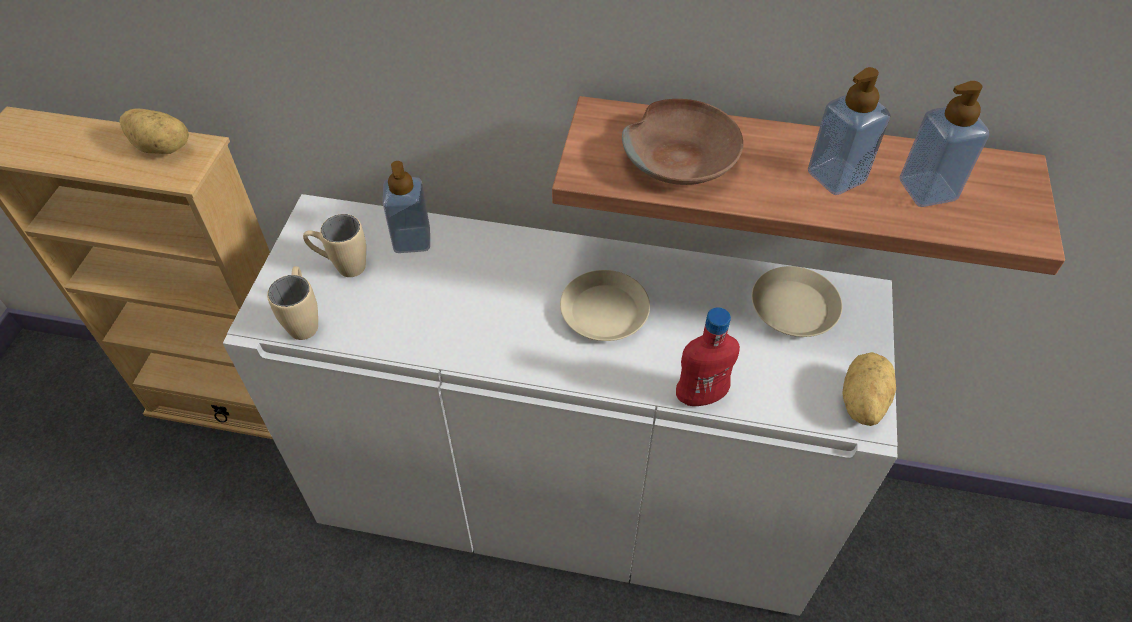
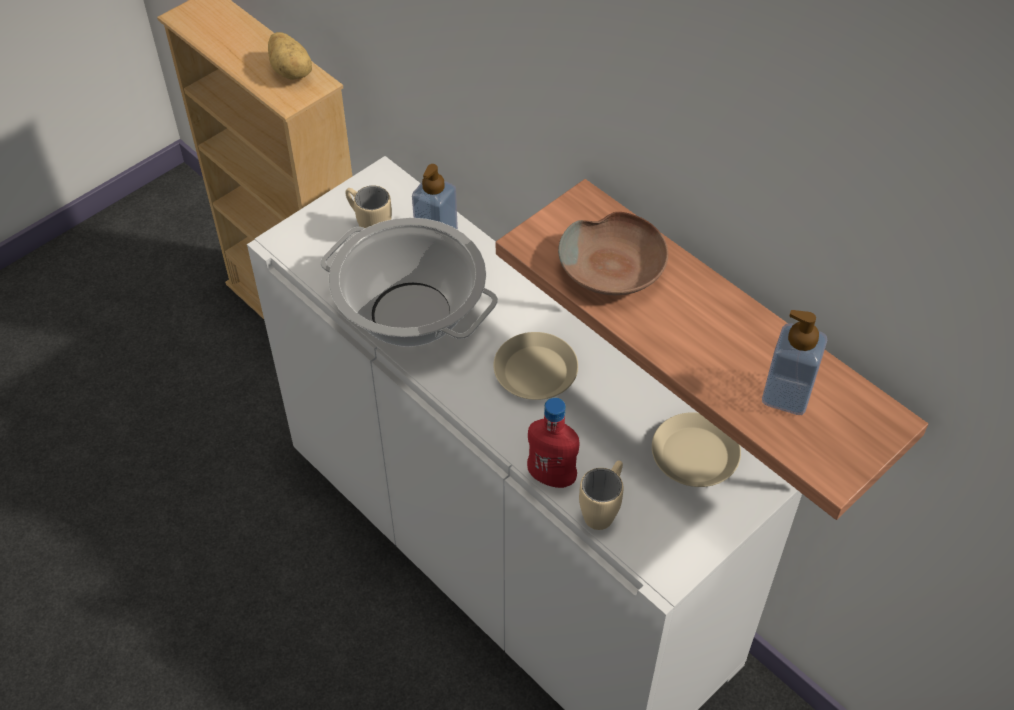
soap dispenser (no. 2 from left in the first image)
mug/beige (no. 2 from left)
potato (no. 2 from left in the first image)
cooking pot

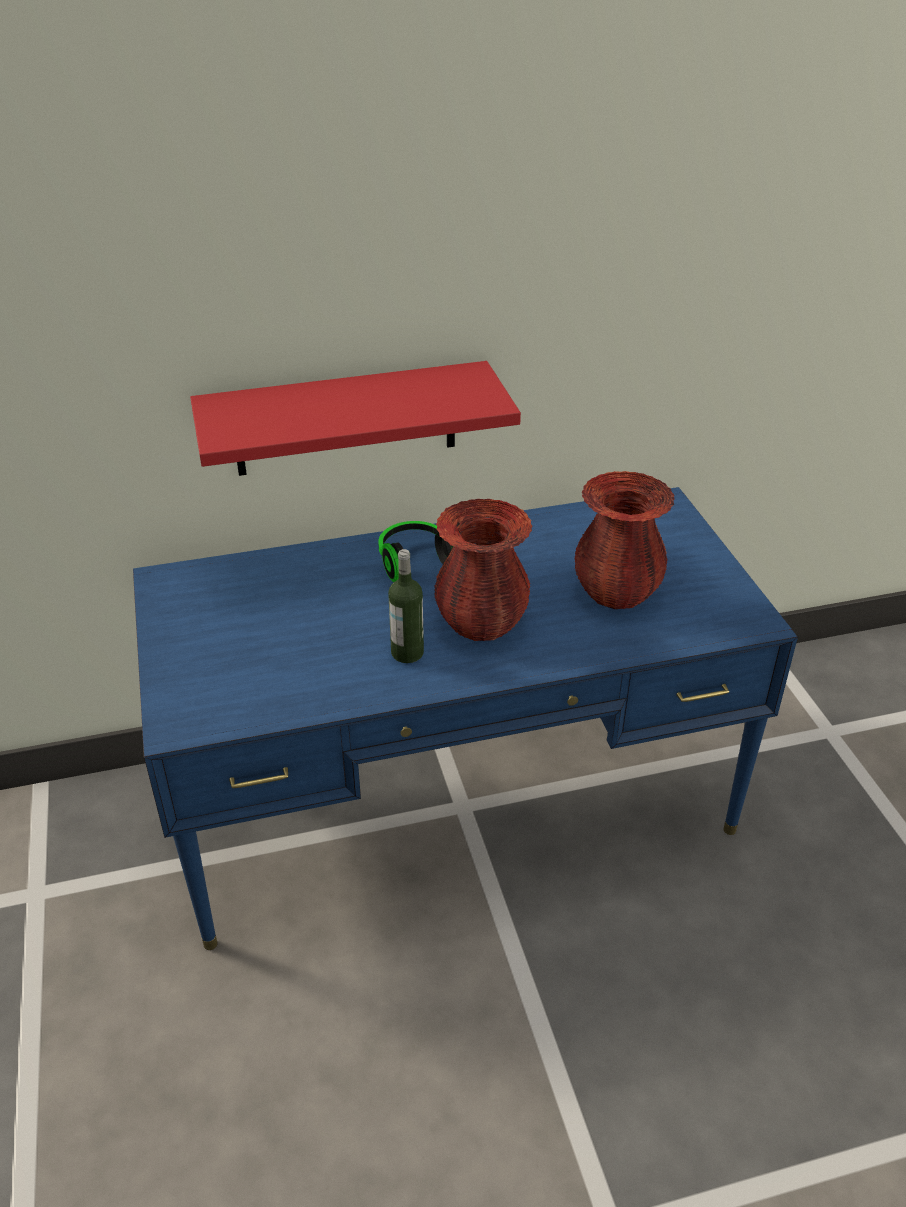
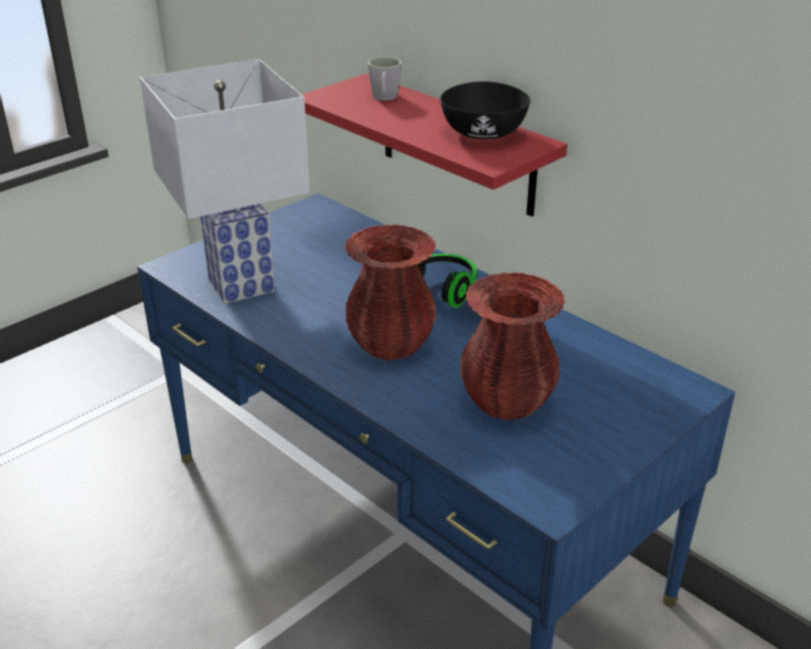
bottle
mug/grey
table lamp/white
bowl/black

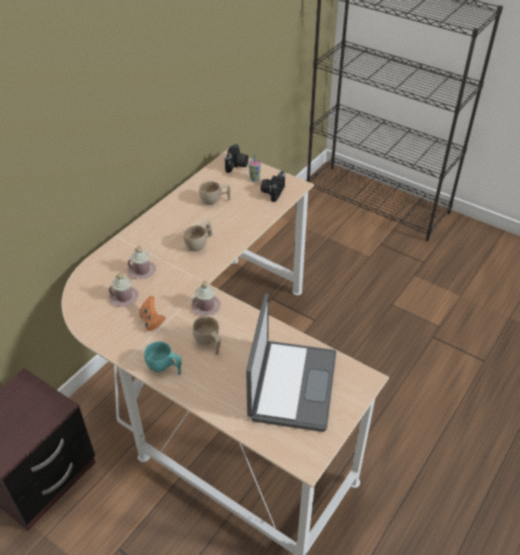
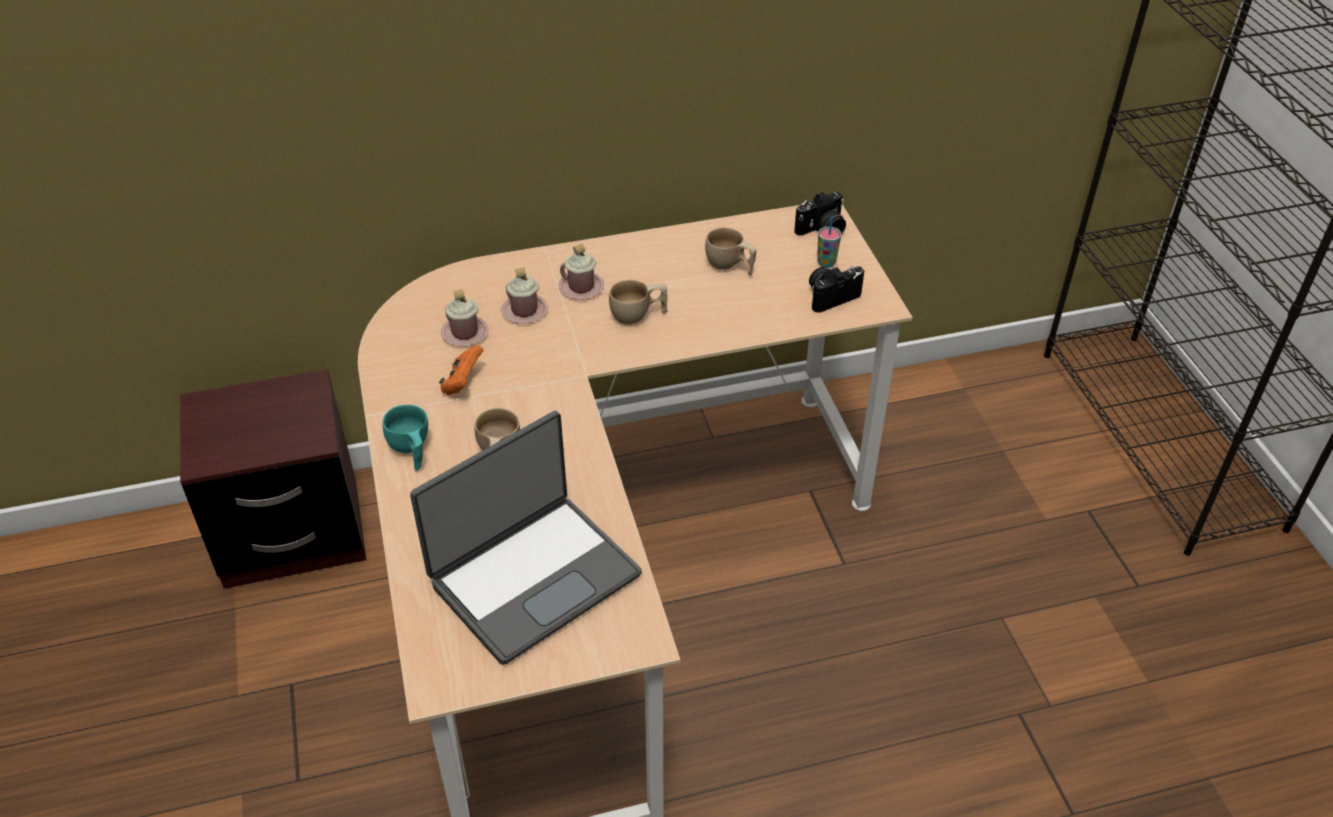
mug/pink (no. 3 from left)

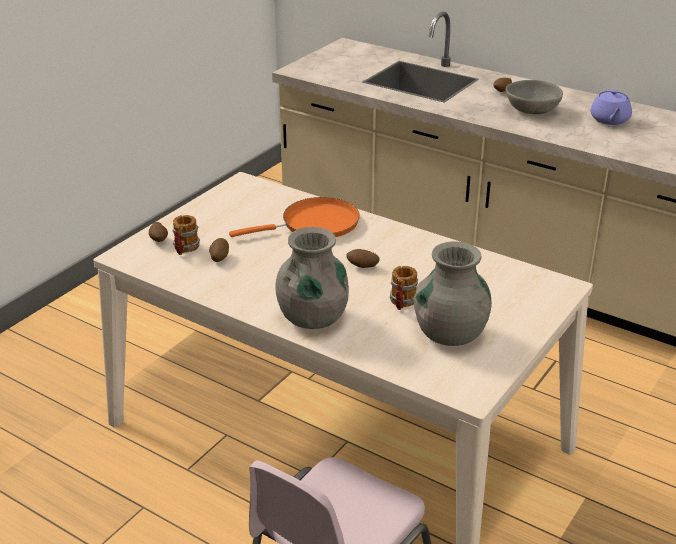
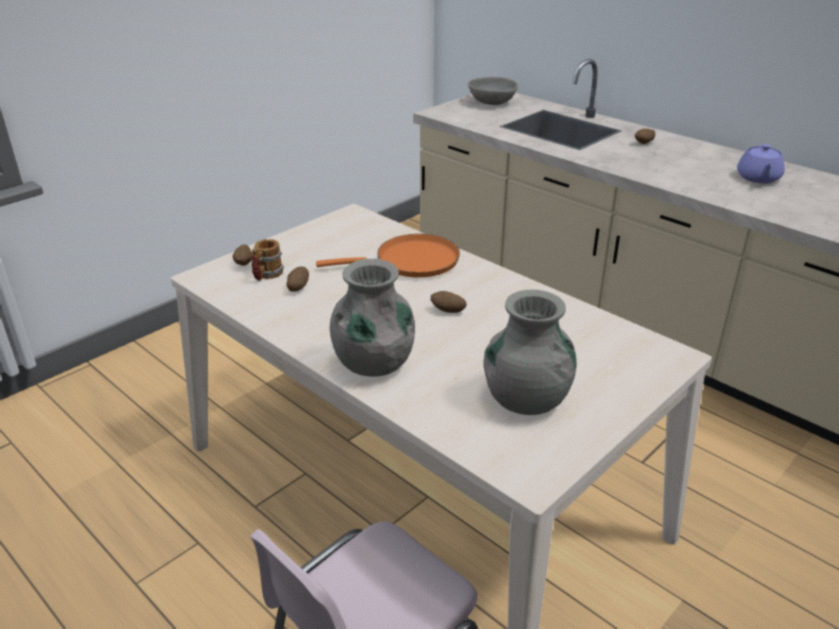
bowl/grey
mug (no. 2 from left in the first image)

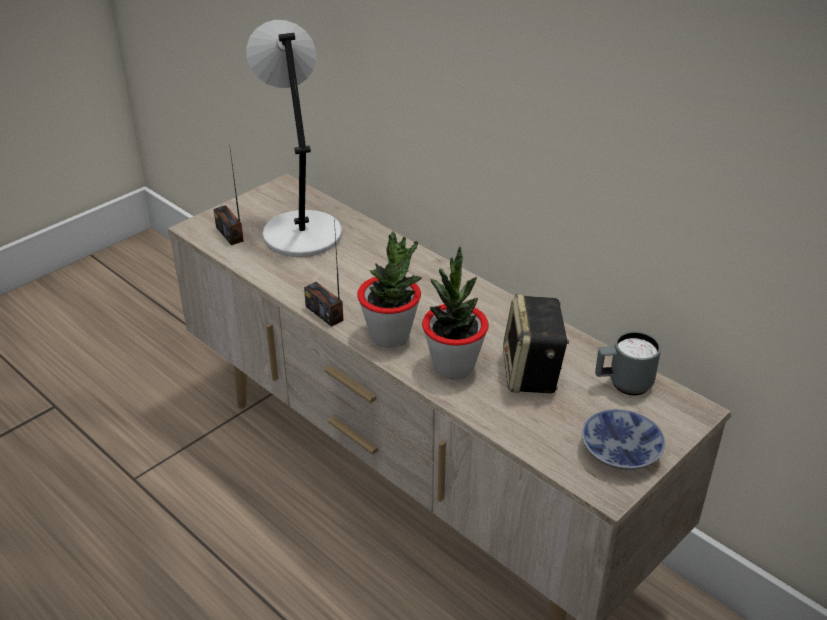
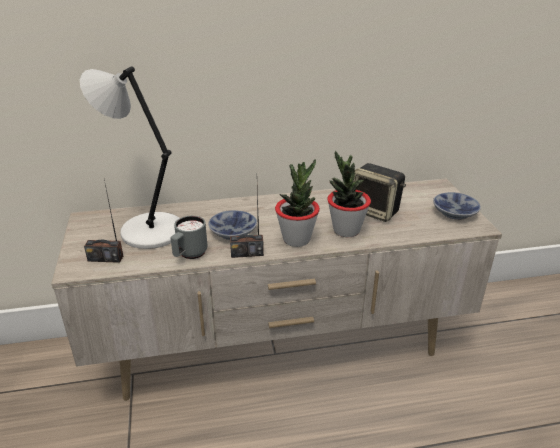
mug/grey
bowl (no. 1 from left)

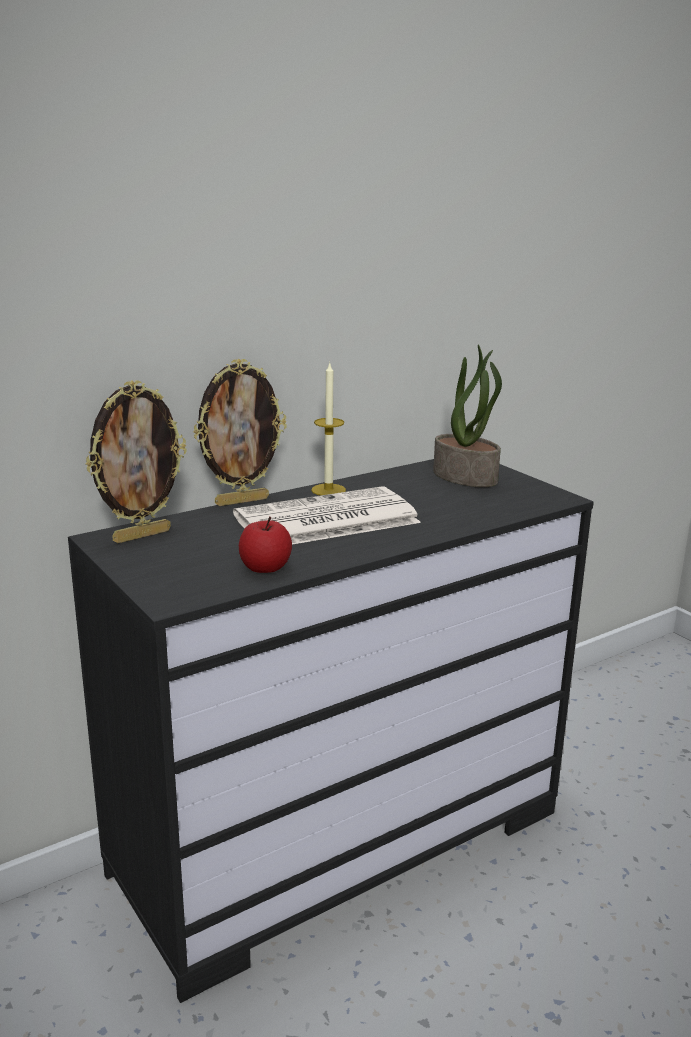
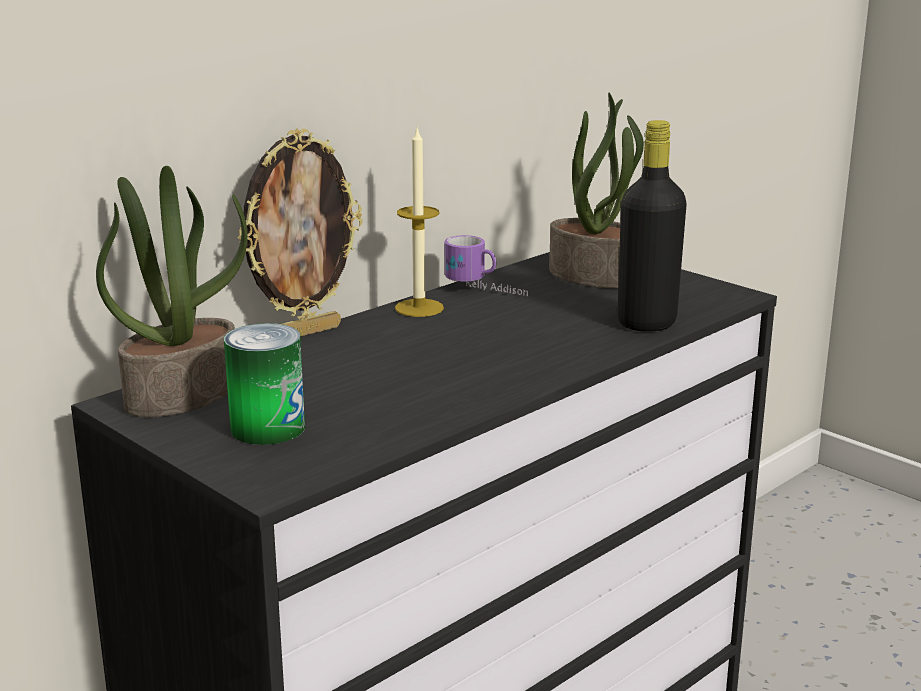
potted plant (no. 1 from left)
newspaper
apple
bottle/black
mug
can

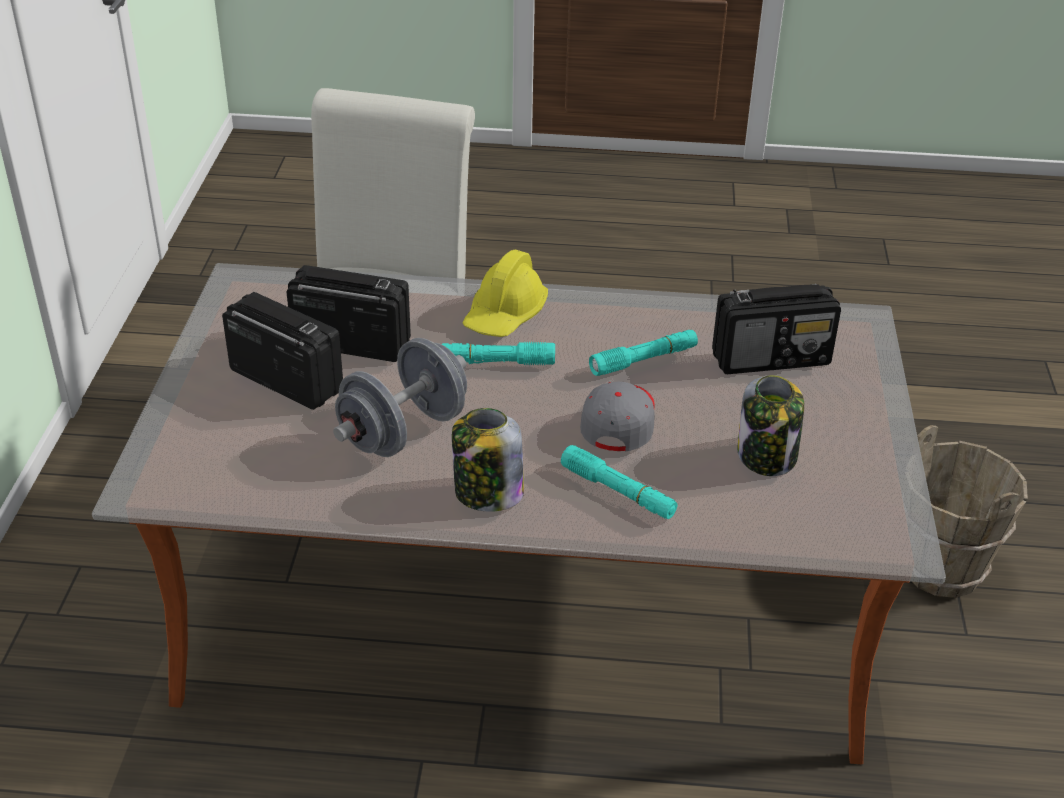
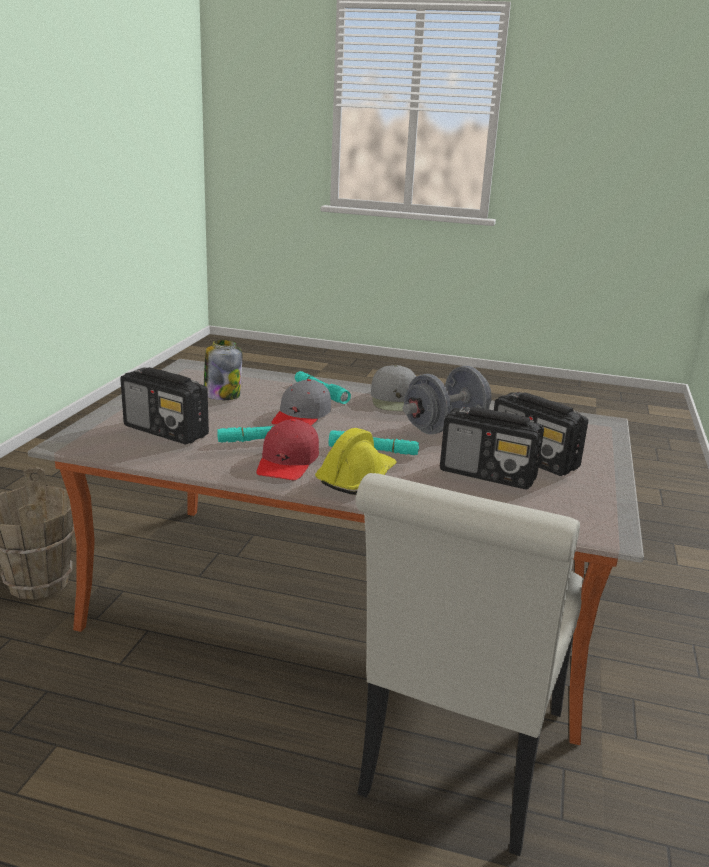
radio (no. 1 from left)
cap/grey (no. 2 from left)
cap/red

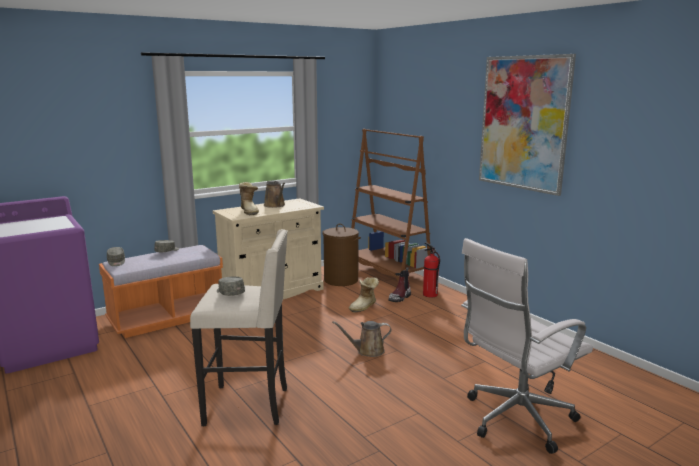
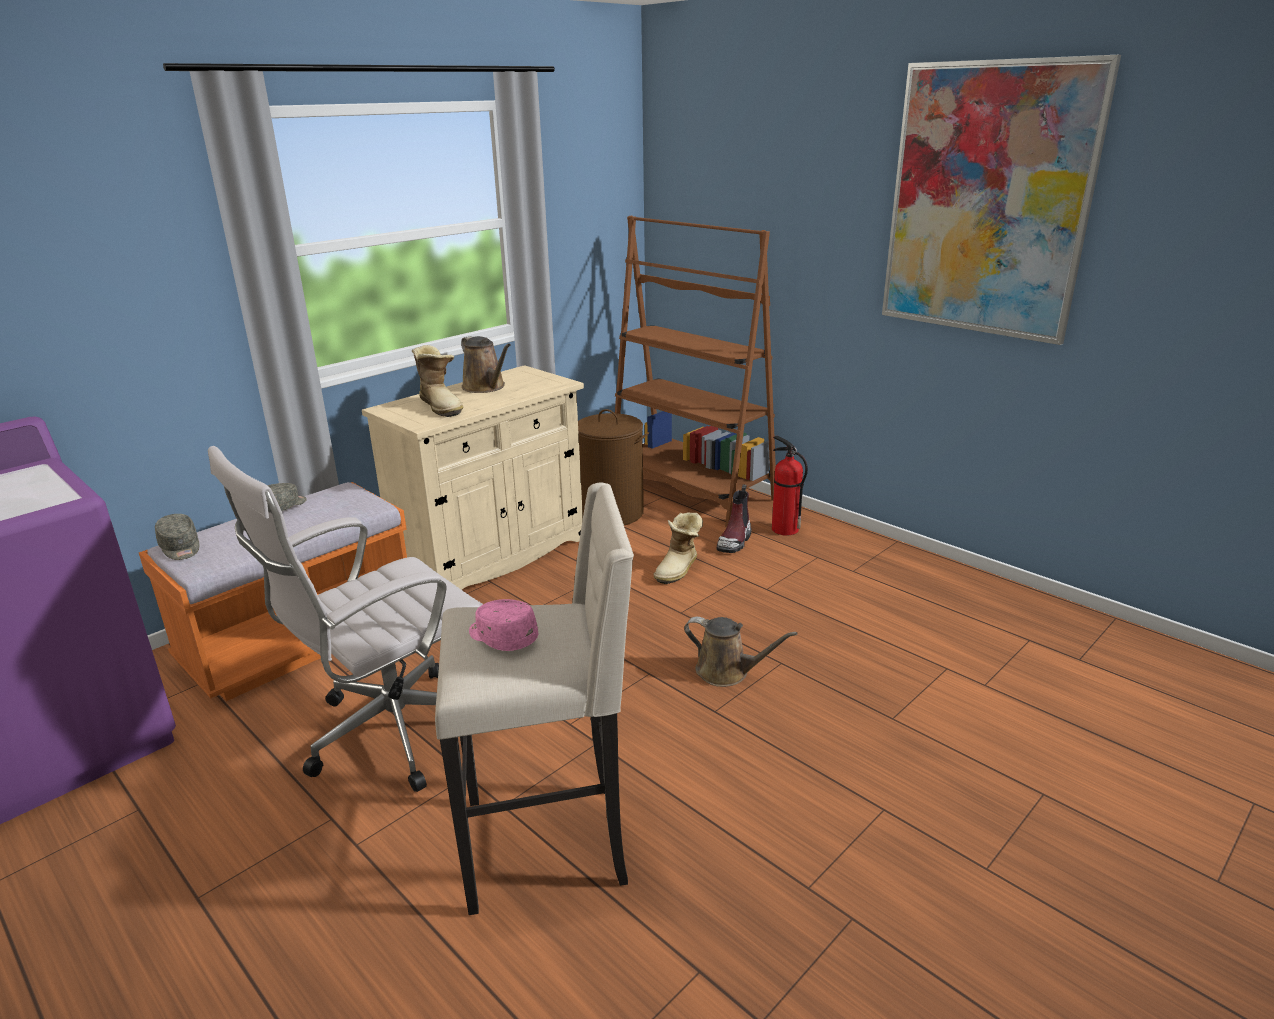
office chair/white
cap/pink
watering can/brown (no. 2 from left)

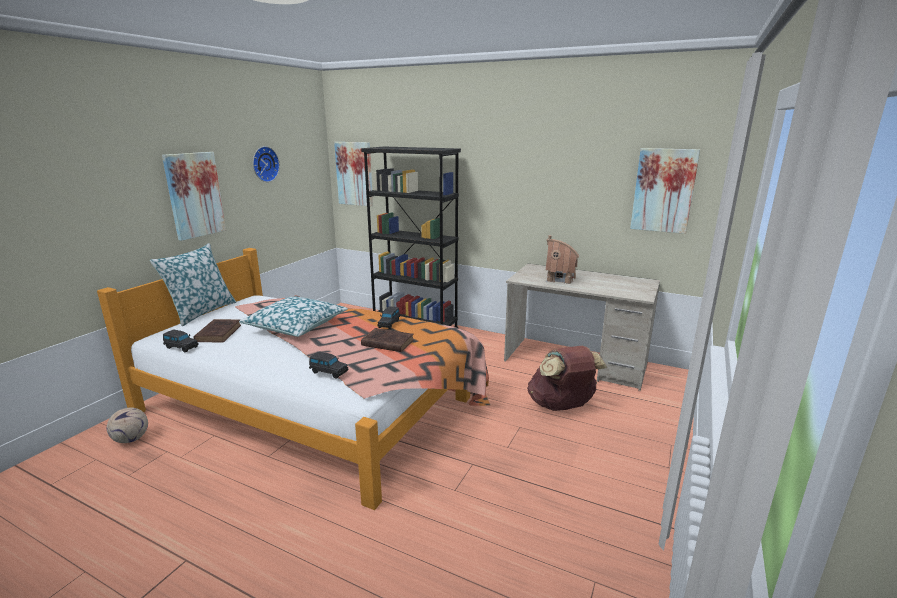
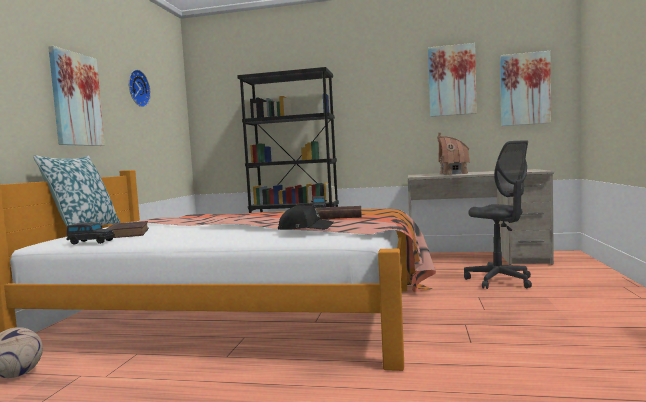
picture (no. 2 from left)
pillow (no. 2 from left in the first image)
office chair/grey
cap/black

